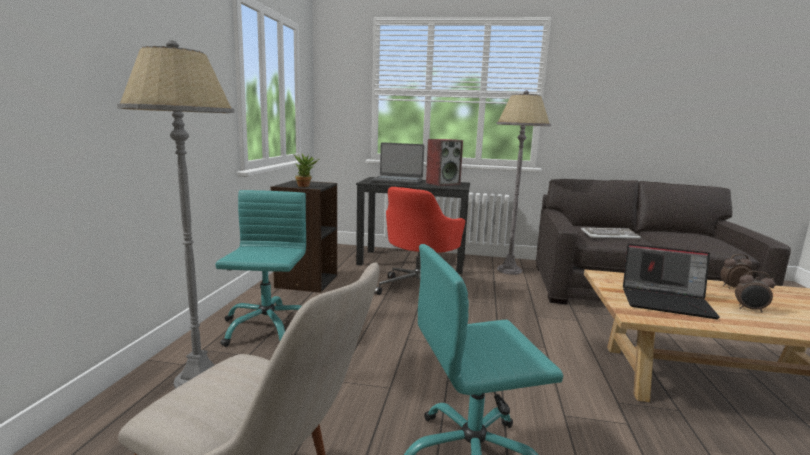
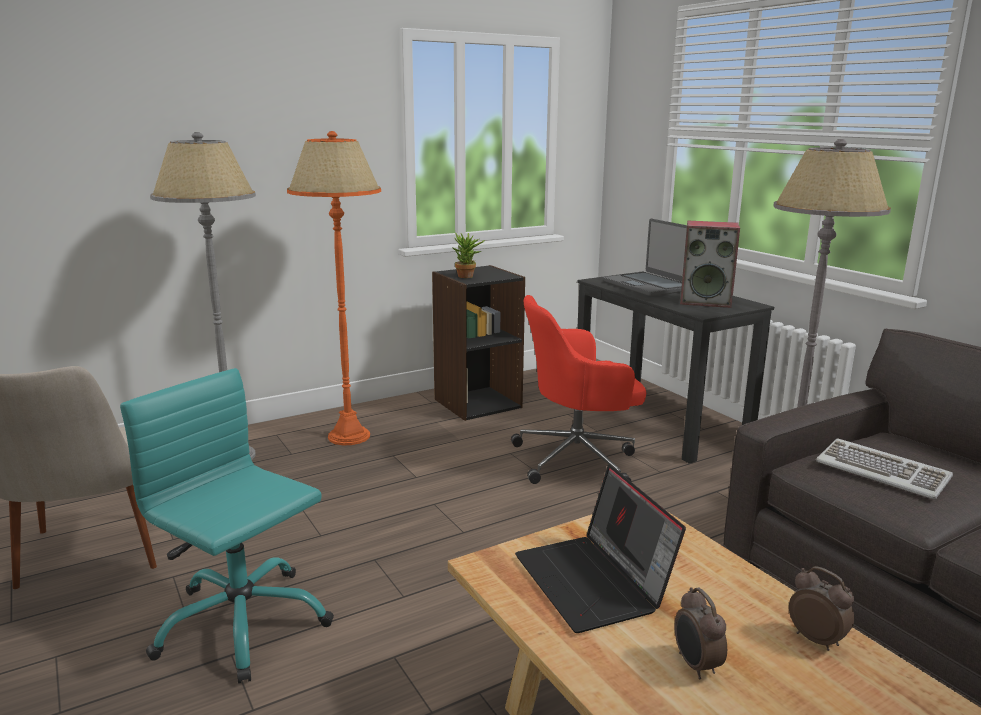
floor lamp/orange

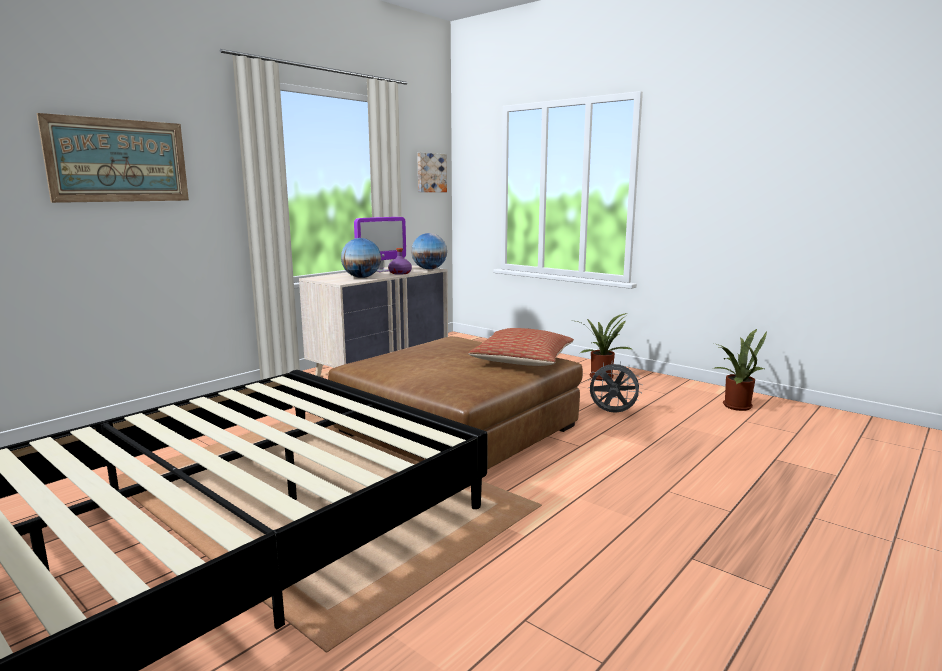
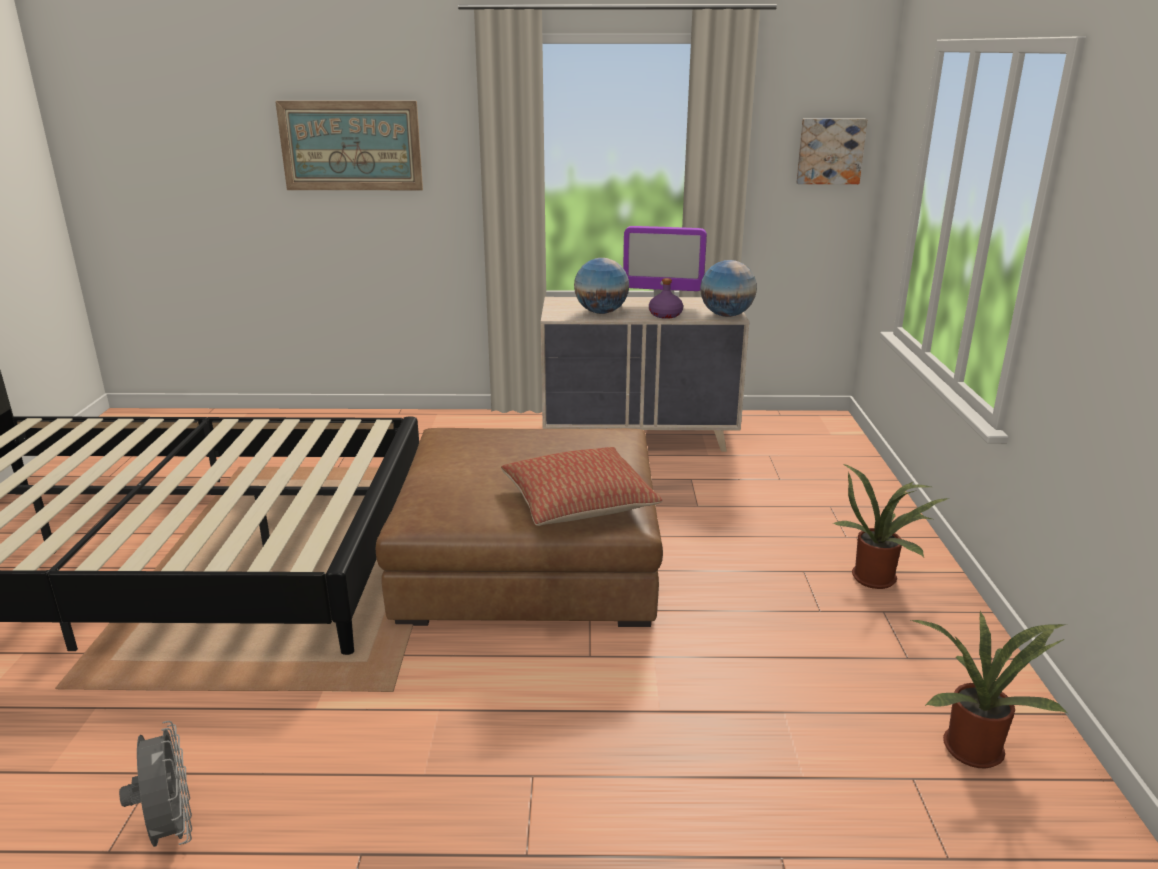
fan/grey

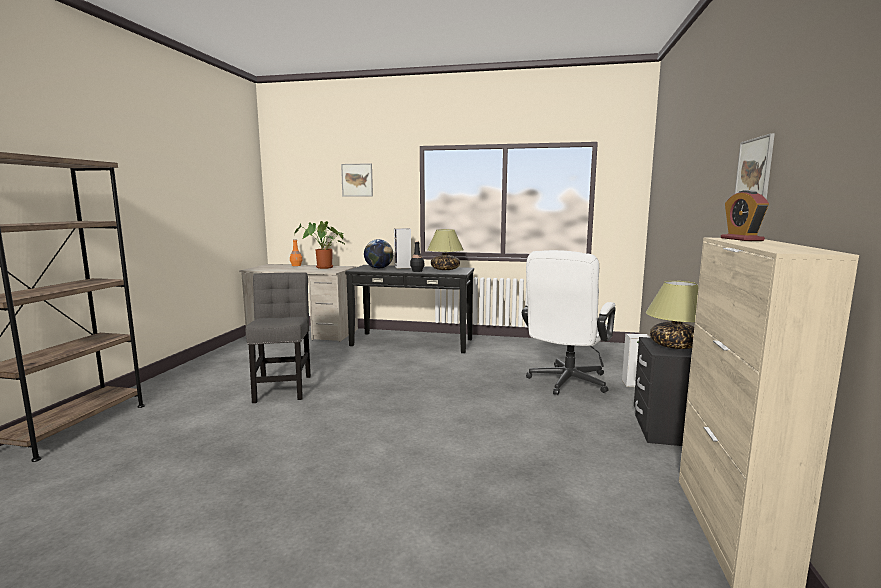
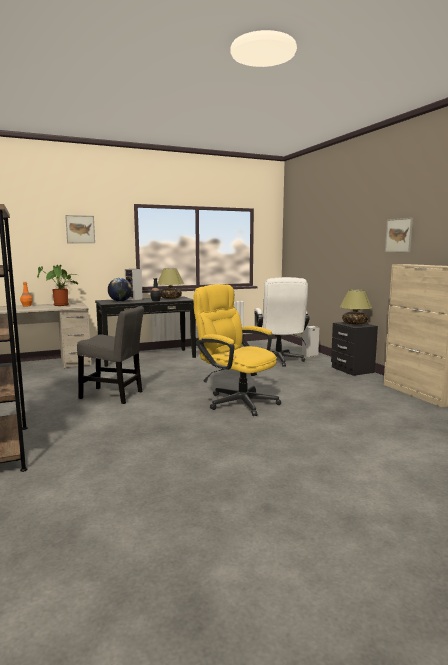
alarm clock
chair/grey
office chair/yellow

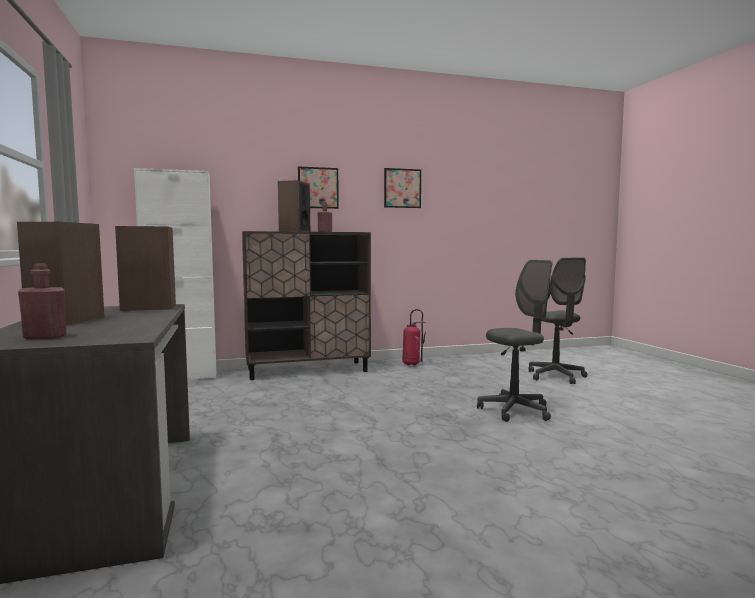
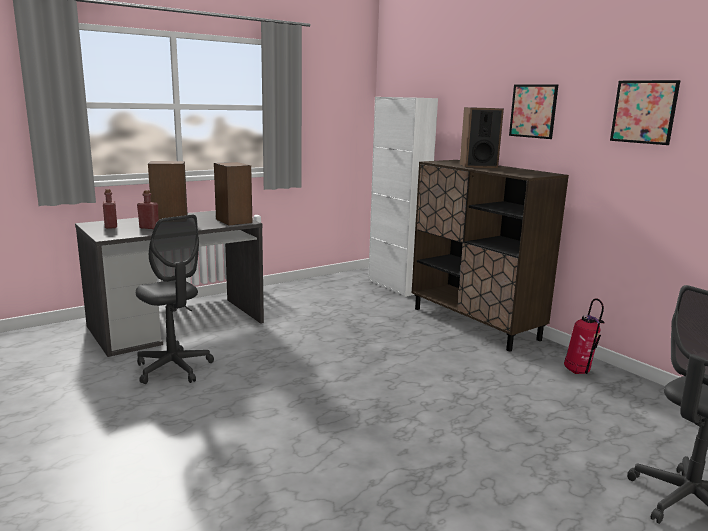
bottle/red (no. 2 from left)
office chair/grey (no. 1 from left)

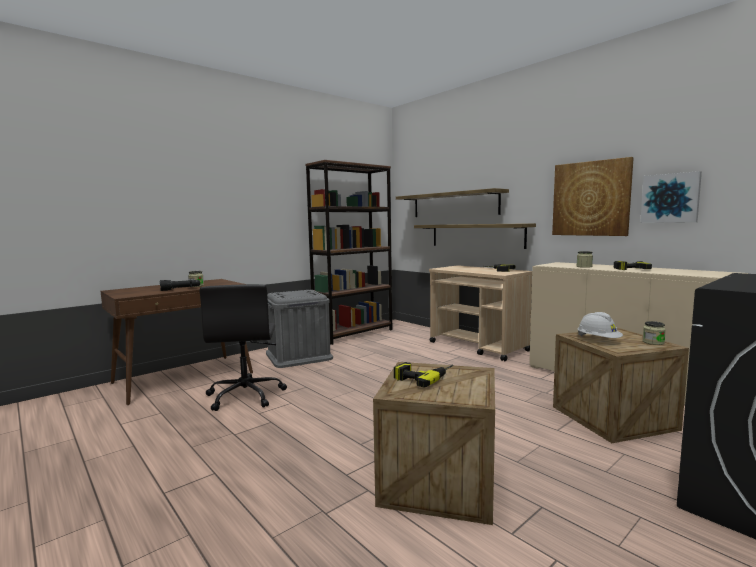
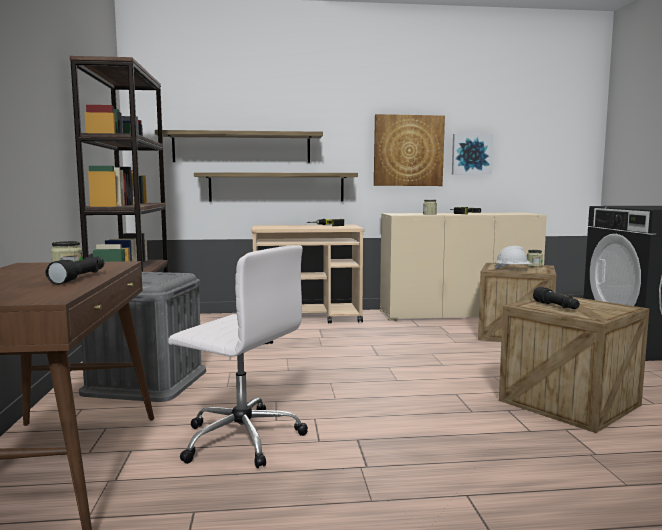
office chair/white
flashlight/black (no. 2 from left)

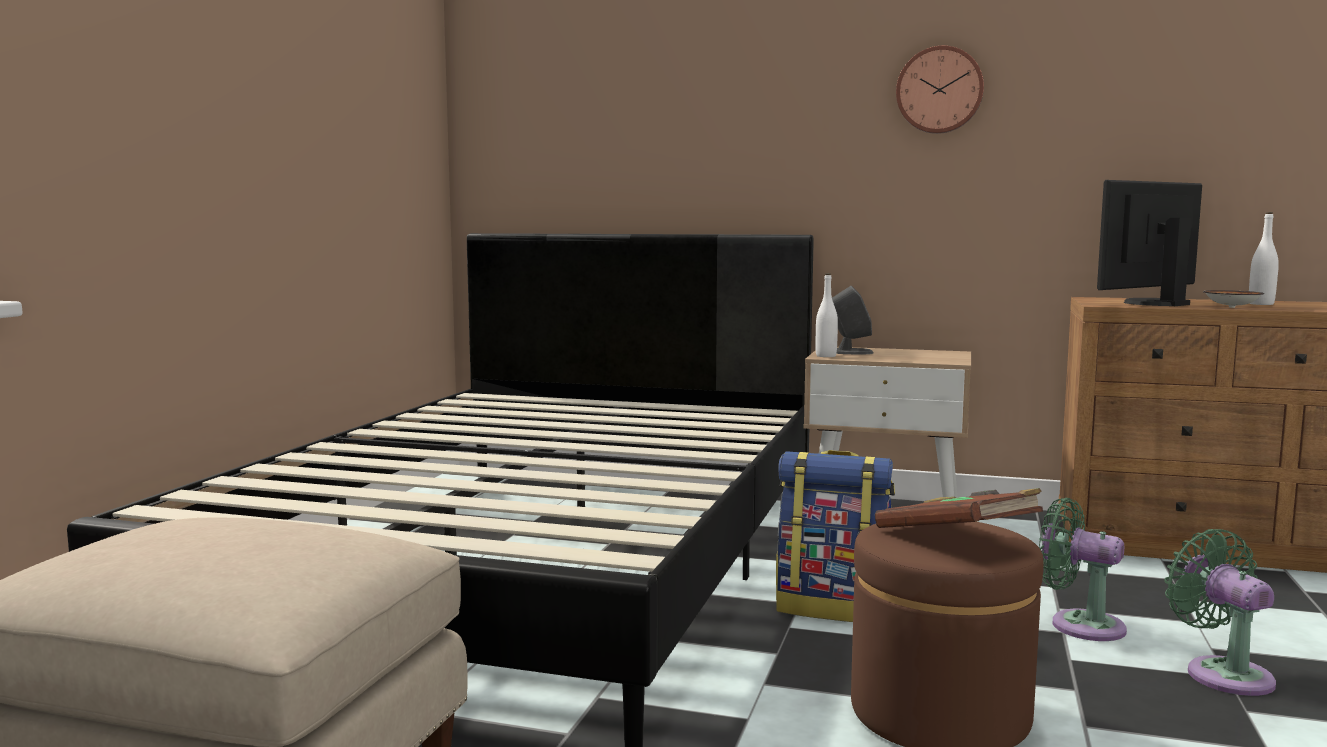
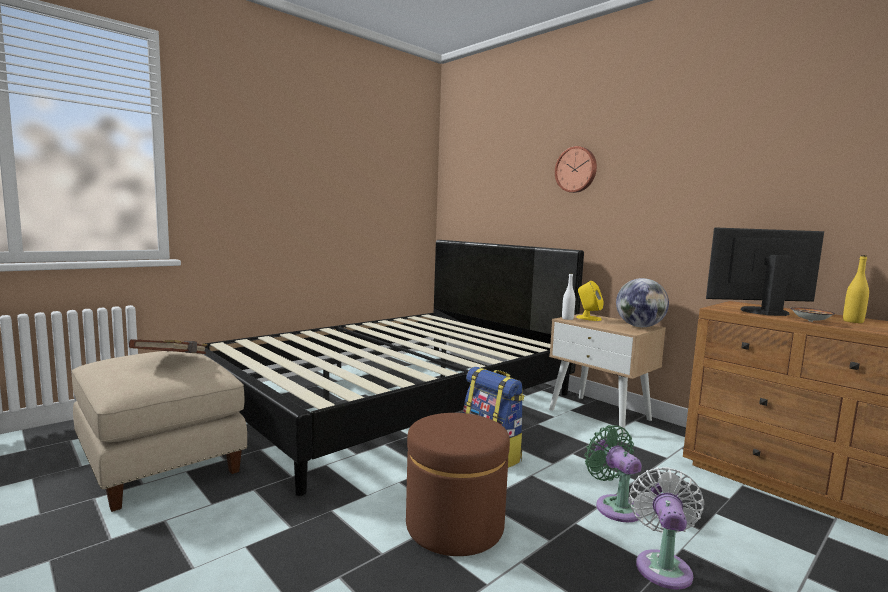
wall clock
bottle/yellow
speaker/yellow
book/brown
fan/white
globe

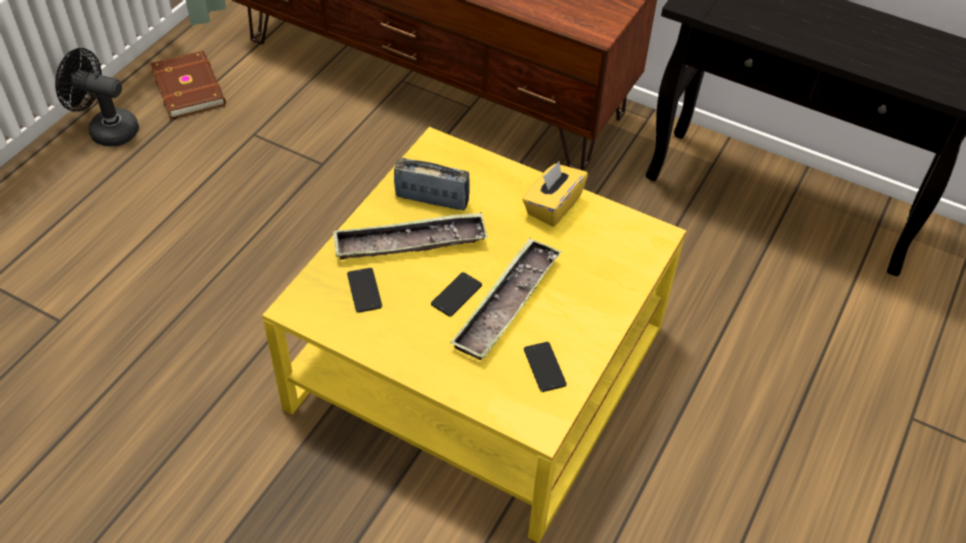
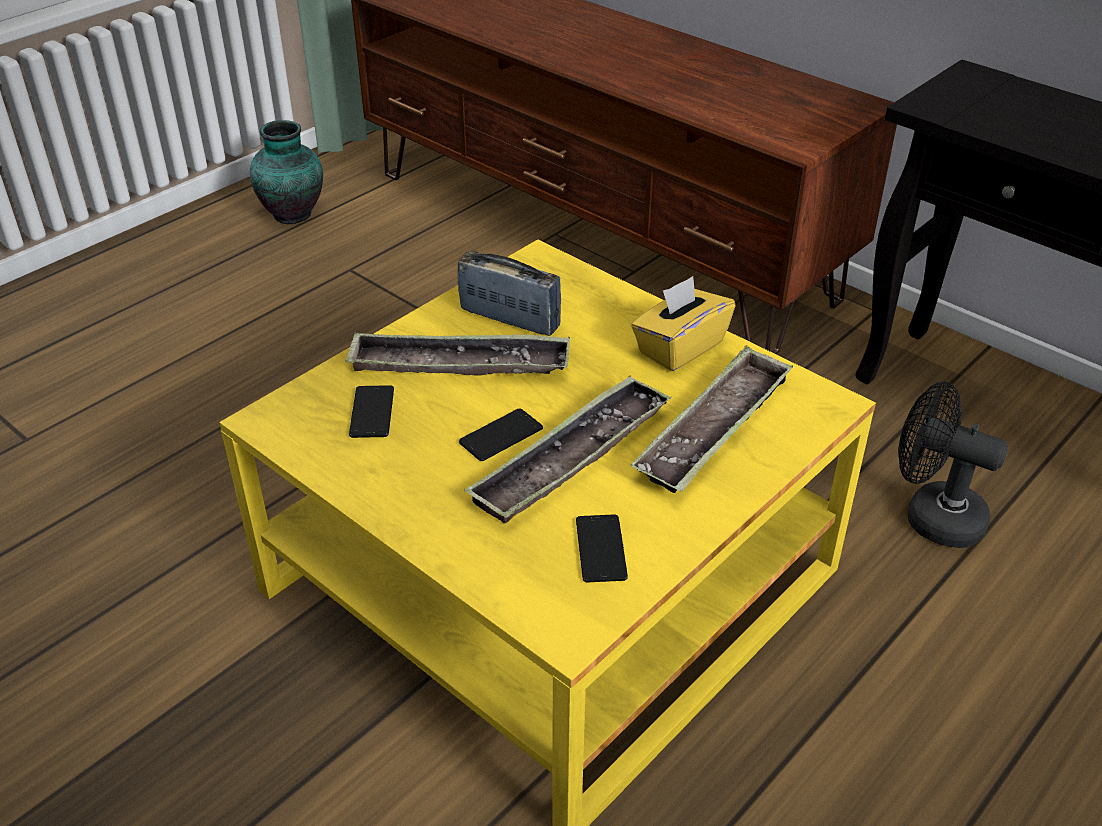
fan/black
vase
tray (no. 3 from left)

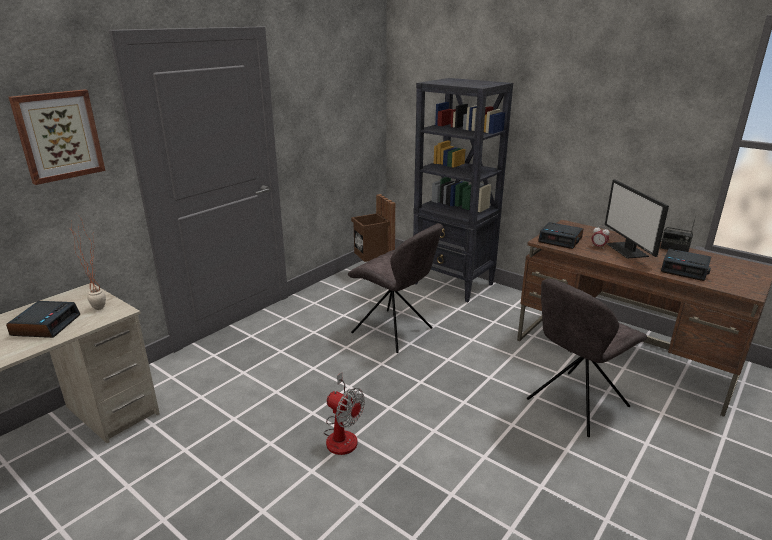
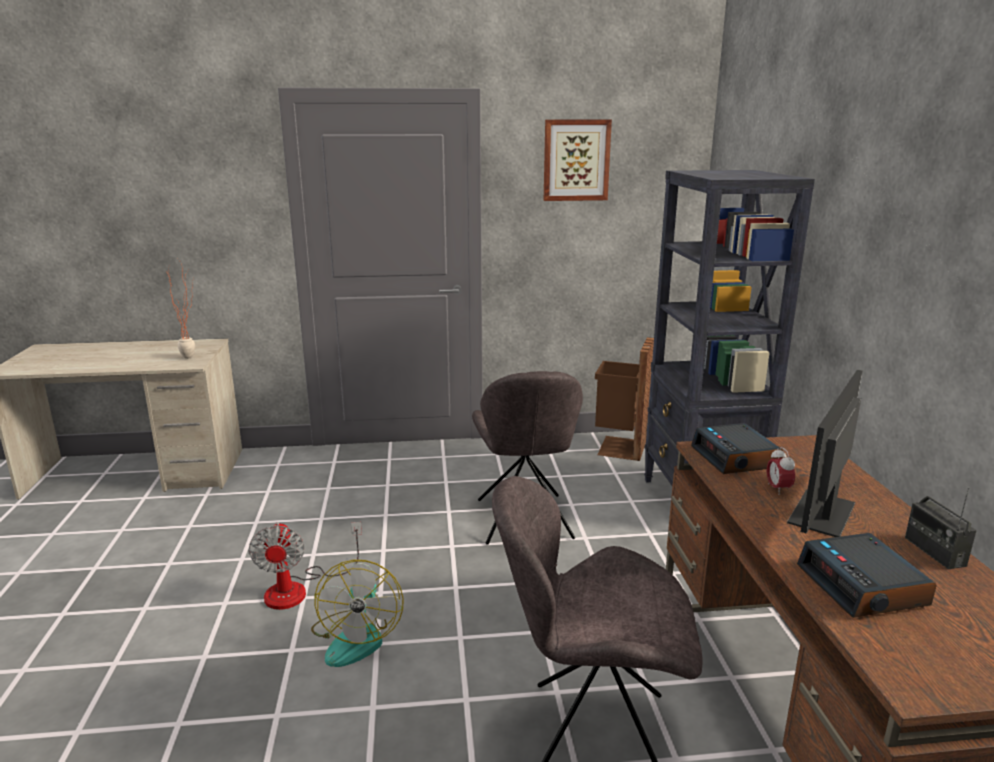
picture
alarm clock (no. 1 from left in the first image)
fan (no. 2 from left)

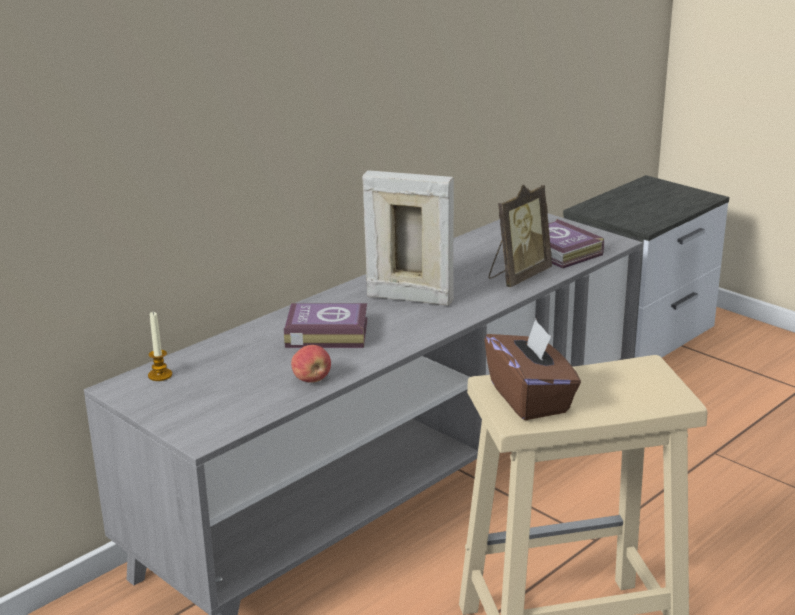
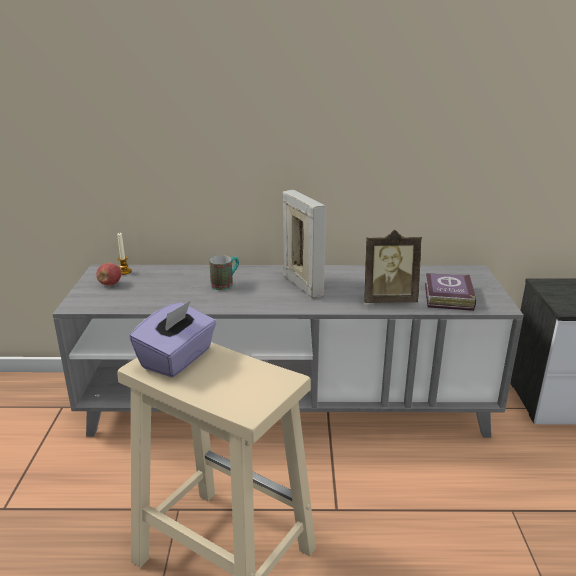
mug
tissue box/purple
apple

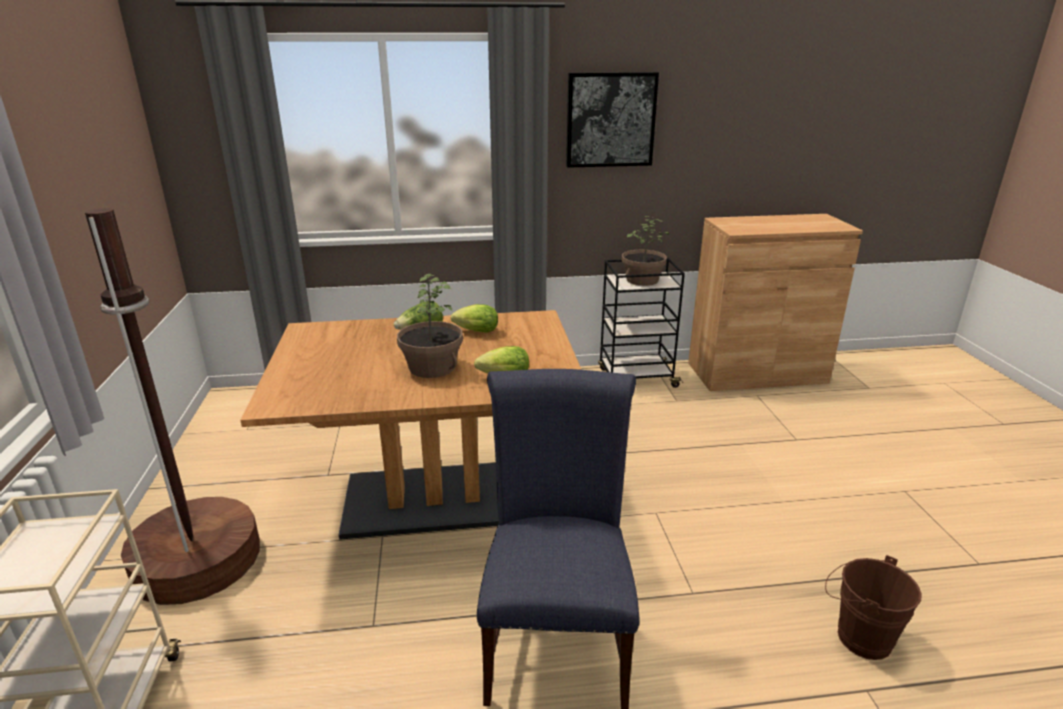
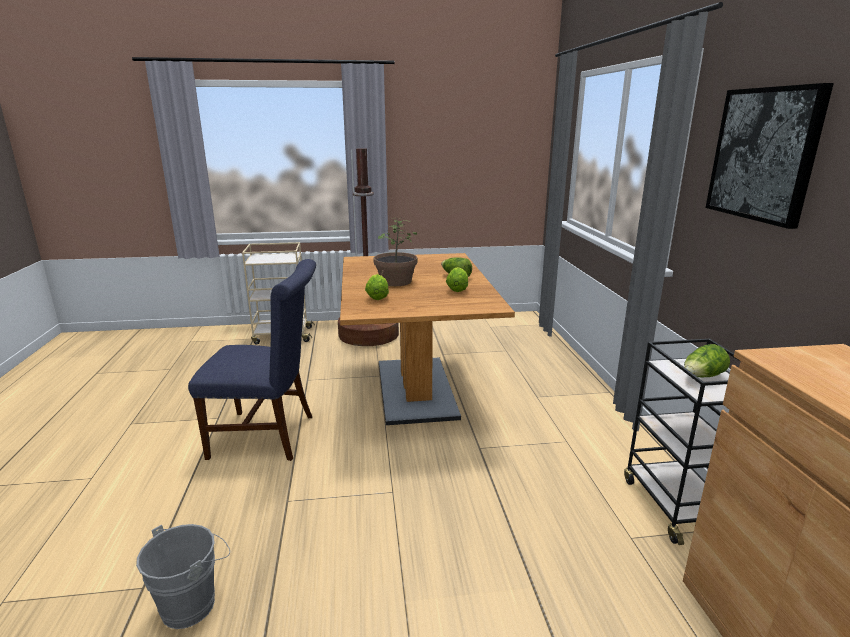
lettuce (no. 4 from left)
bucket/grey

